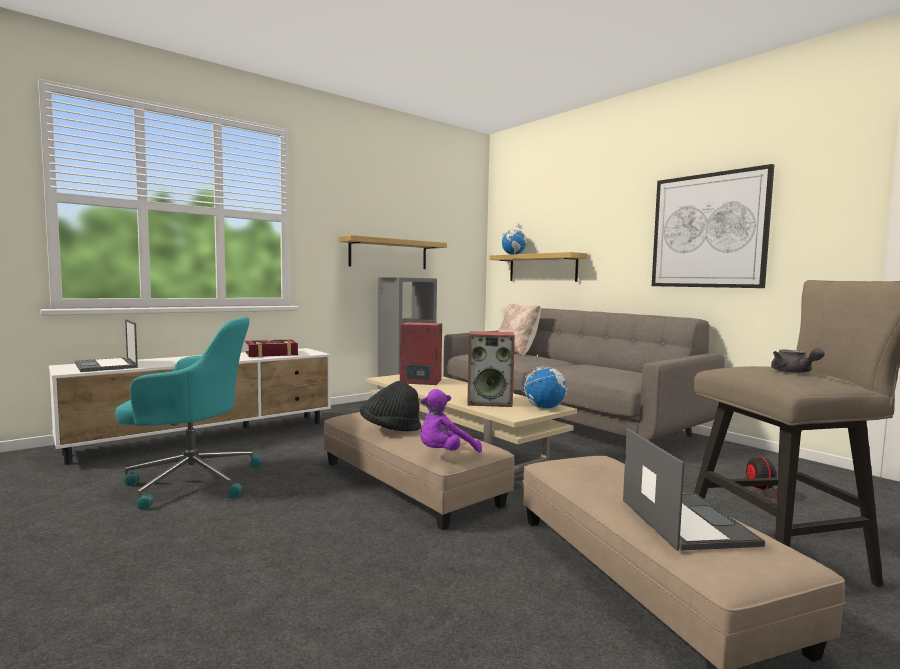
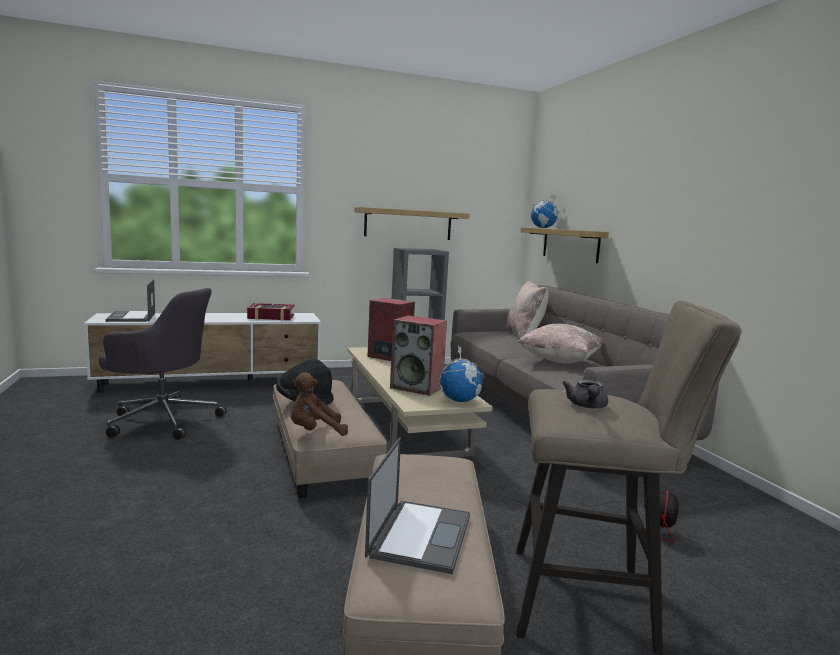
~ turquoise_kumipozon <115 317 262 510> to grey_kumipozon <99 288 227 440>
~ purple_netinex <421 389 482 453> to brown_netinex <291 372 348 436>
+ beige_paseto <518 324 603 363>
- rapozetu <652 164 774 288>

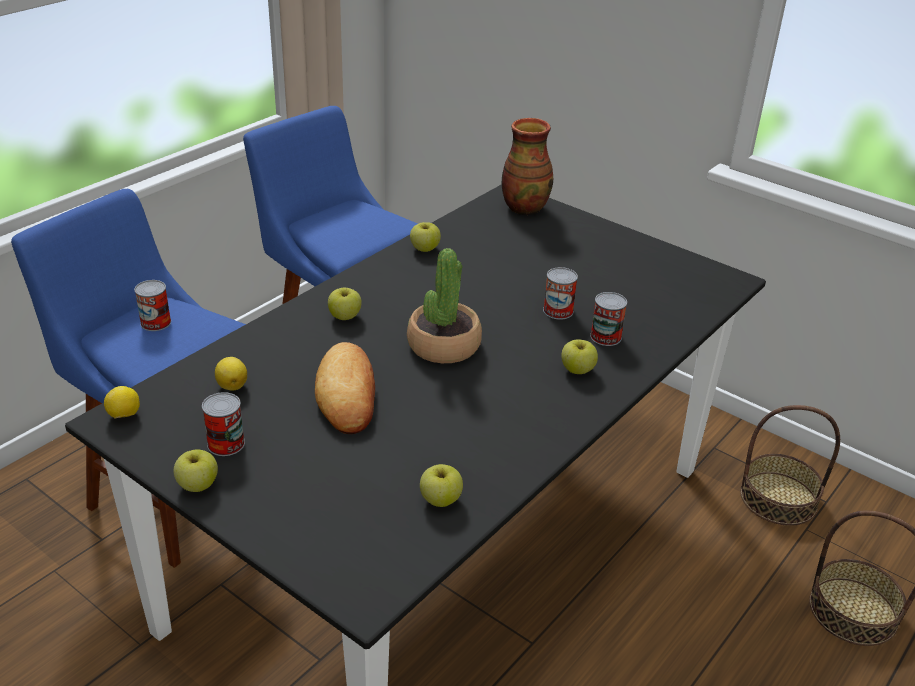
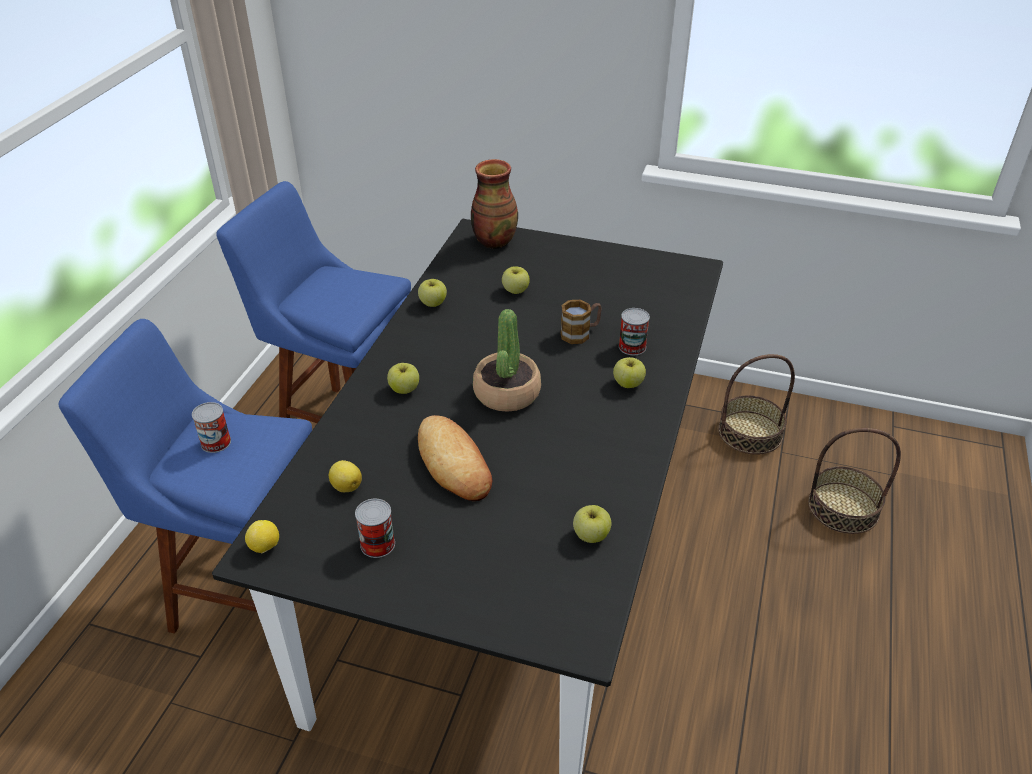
~ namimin <174 449 218 492> to <502 266 530 294>
~ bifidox <543 267 578 320> to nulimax <560 300 602 344>

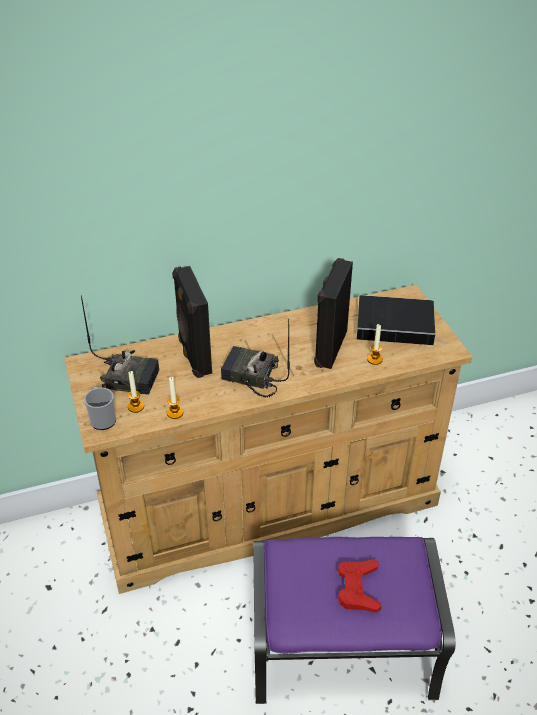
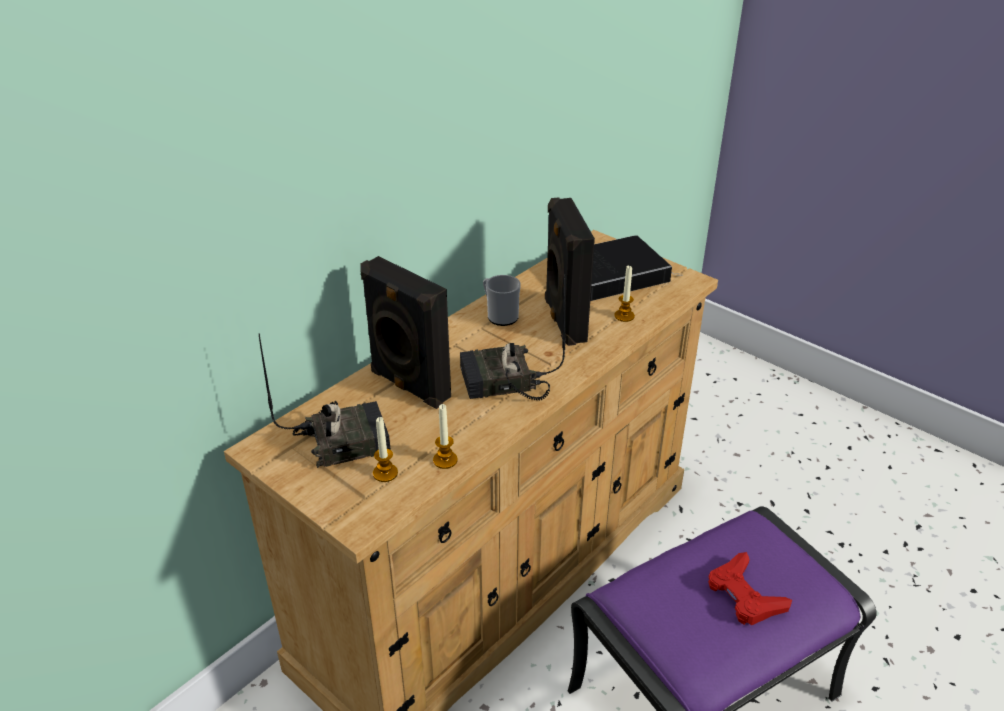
~ nulimax <84 387 116 430> to <483 275 521 326>

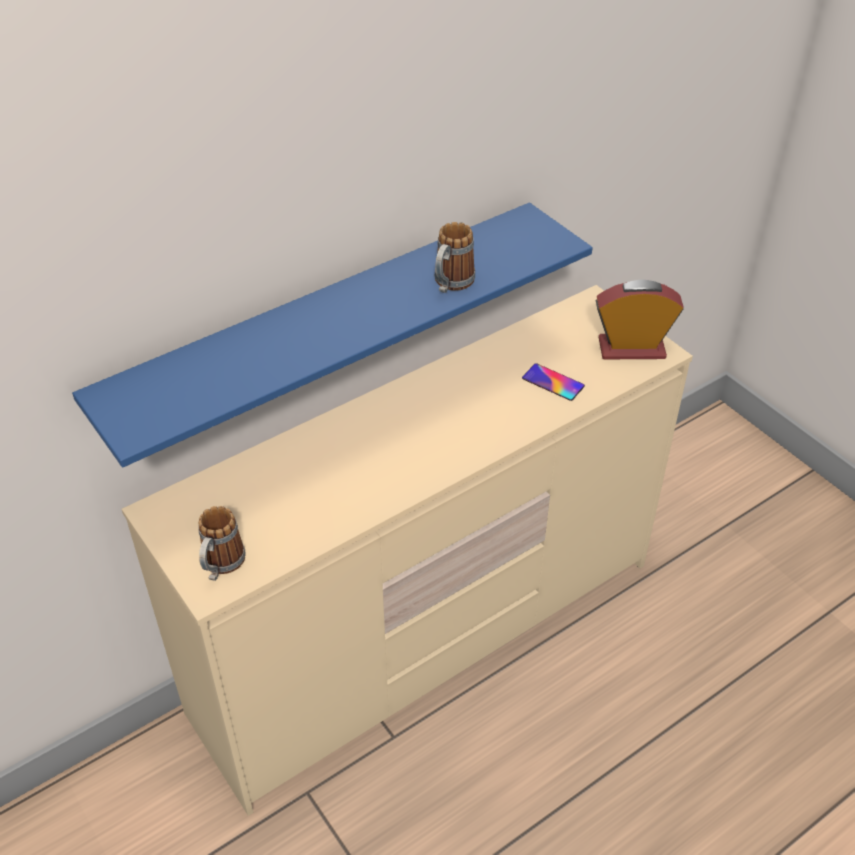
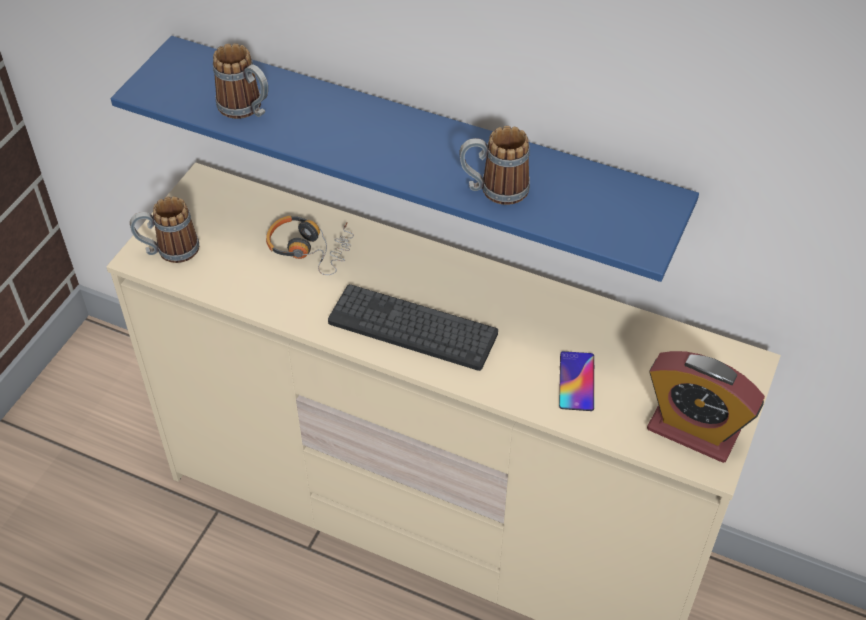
+ nulimax <213 43 268 119>
+ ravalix <266 216 354 275>
+ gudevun <328 284 498 371>
~ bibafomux <596 280 683 360> = <647 351 765 463> 150 degrees clockwise

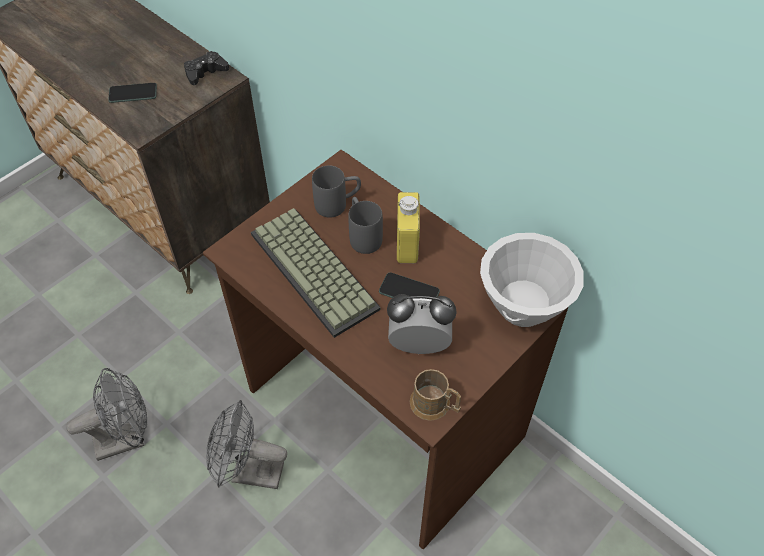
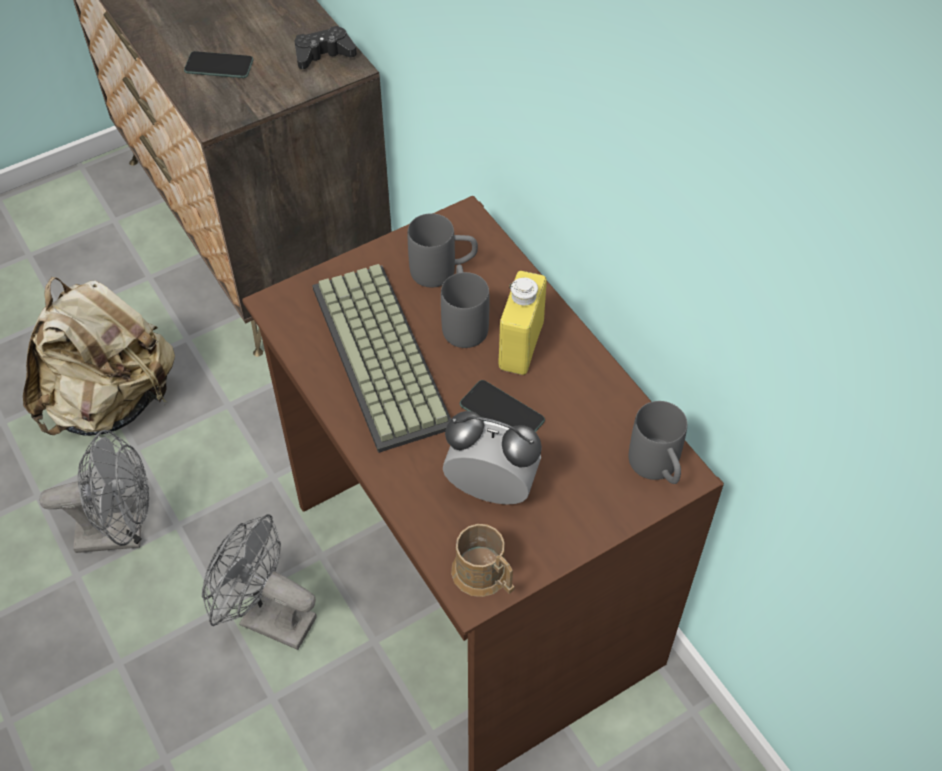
+ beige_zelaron <23 277 175 436>
~ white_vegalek <480 233 584 327> to grey_nulimax <629 401 687 484>

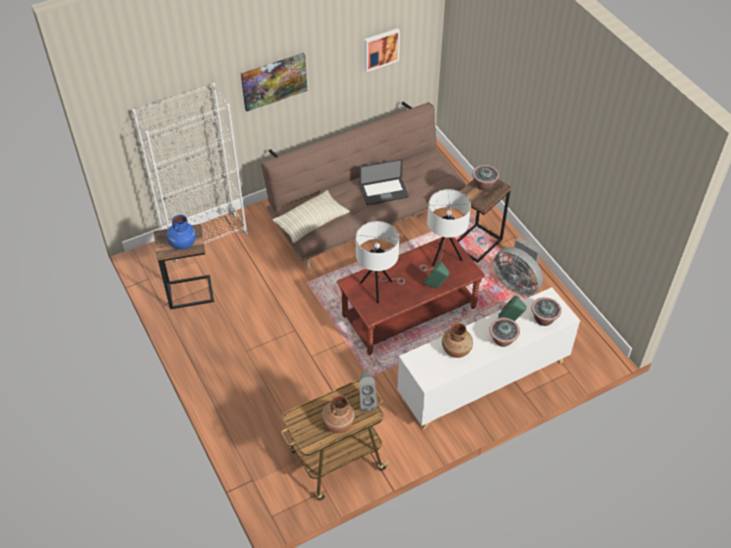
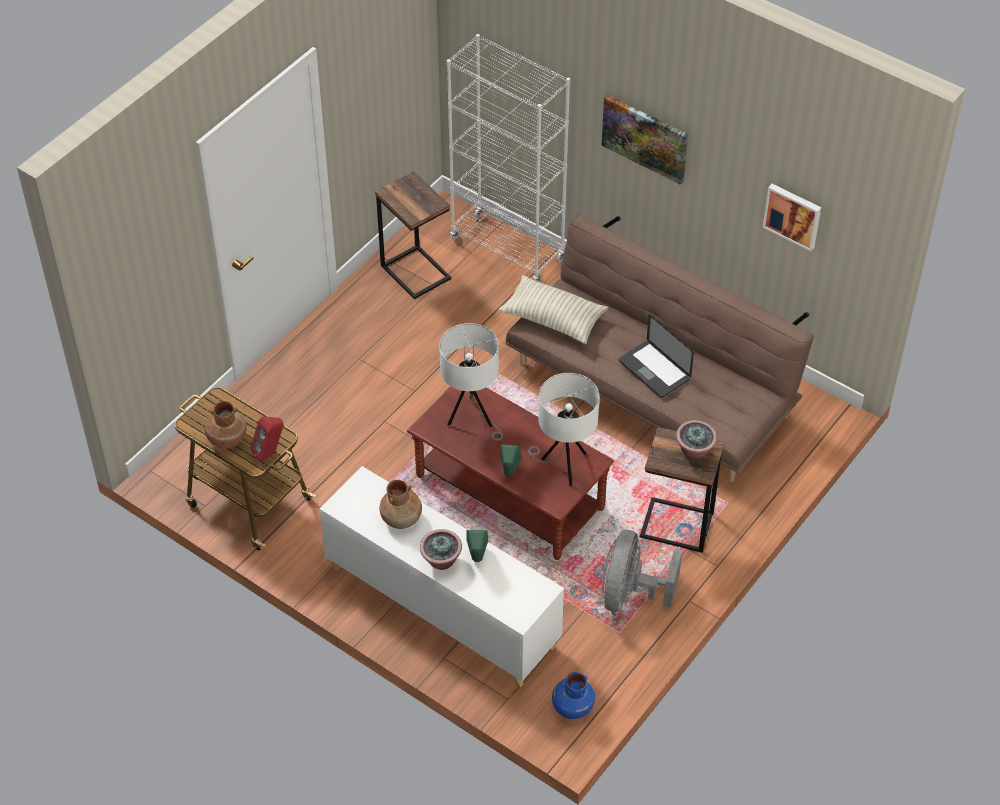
~ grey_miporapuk <359 372 377 411> to red_miporapuk <250 416 283 463>
~ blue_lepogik <167 215 196 249> to <552 672 595 719>
- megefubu <531 297 561 326>

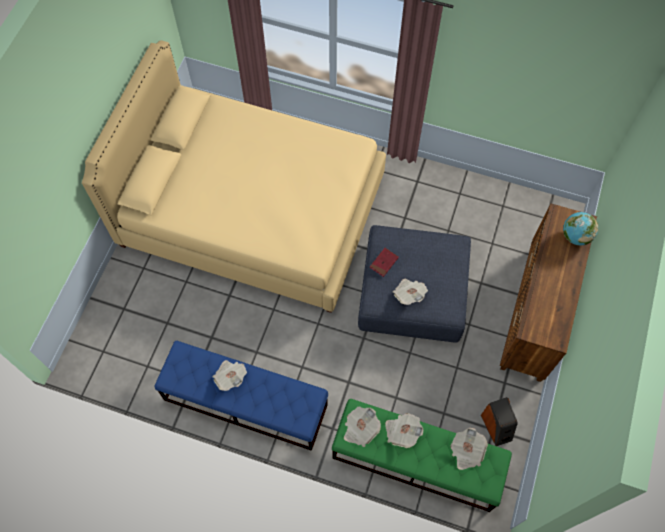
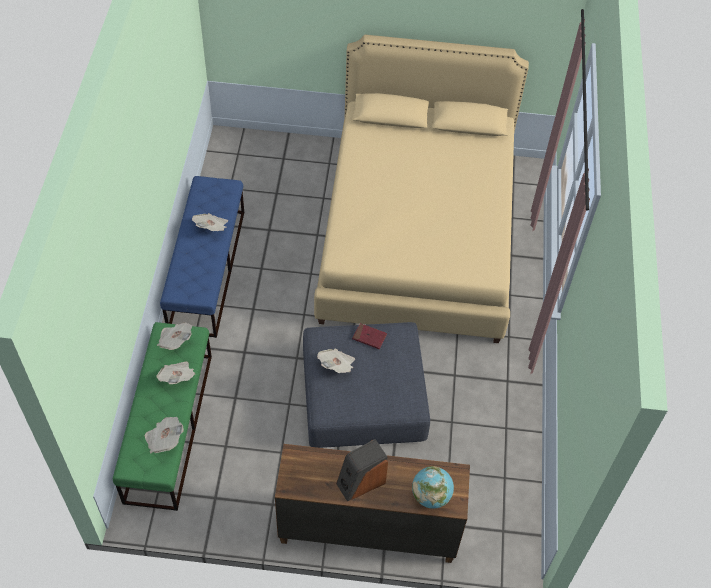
~ miporapuk <481 397 518 446> to <336 439 388 502>

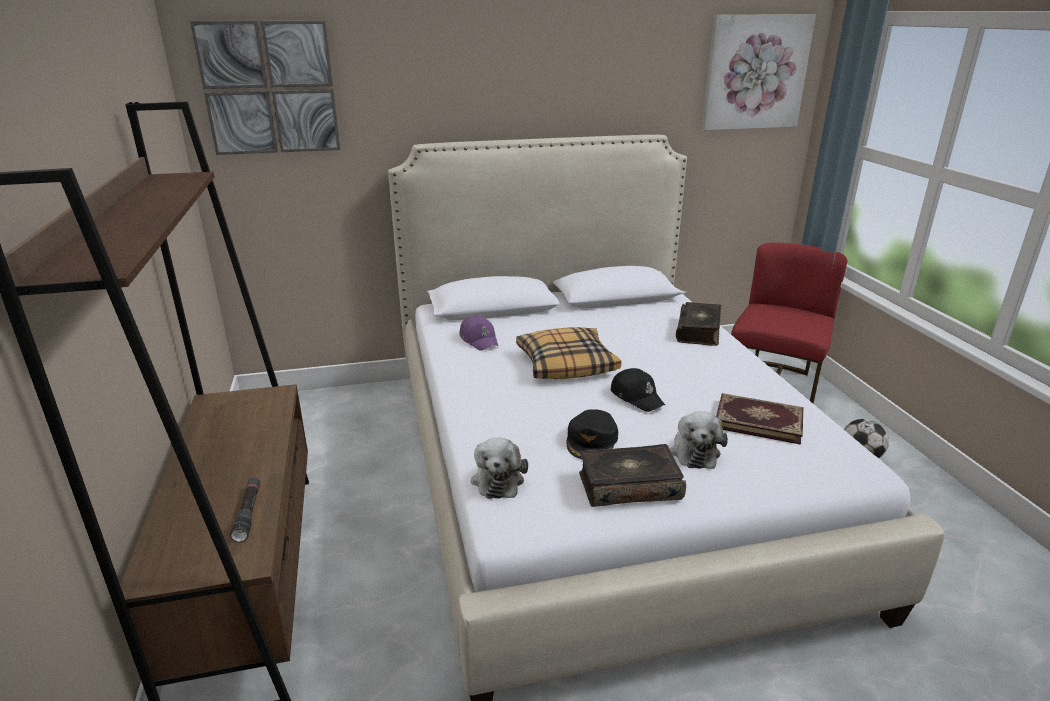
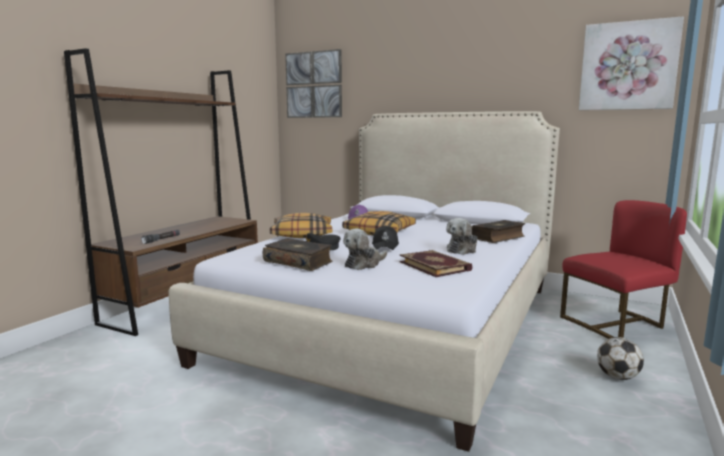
+ paseto <270 213 332 238>
~ netinex <471 437 528 499> to <446 218 478 255>

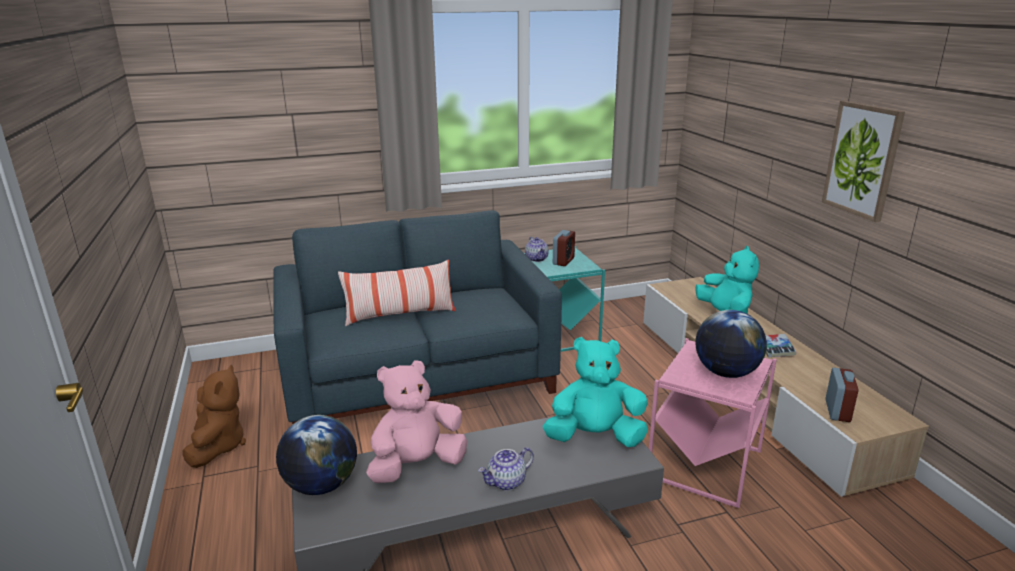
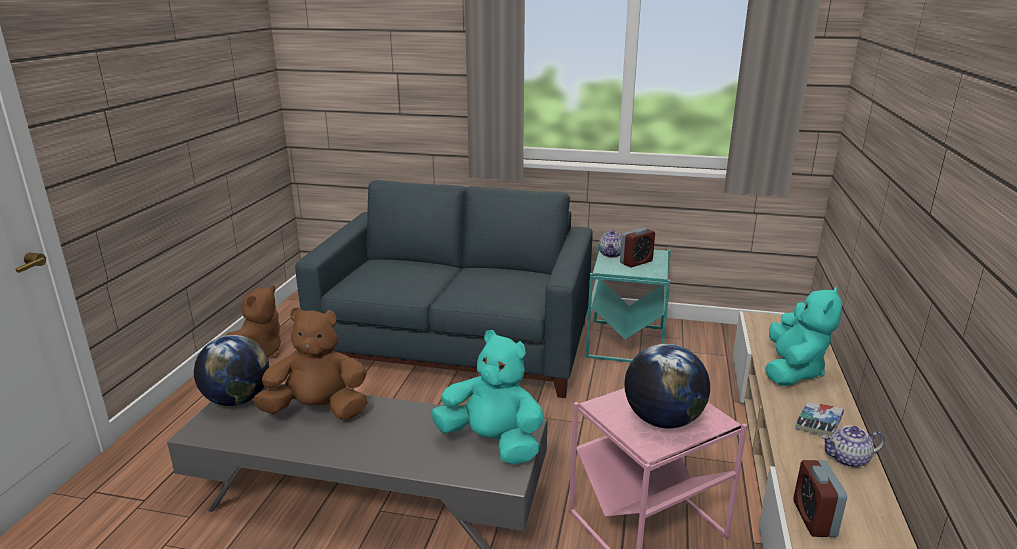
~ pink_netinex <366 360 467 483> to brown_netinex <253 307 368 420>
~ bibafomux <826 368 858 422> = <794 460 847 537> 135 degrees clockwise
~ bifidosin <478 447 534 491> to <821 426 885 468>
- paseto <338 260 456 326>
- rapozetu <822 101 905 222>

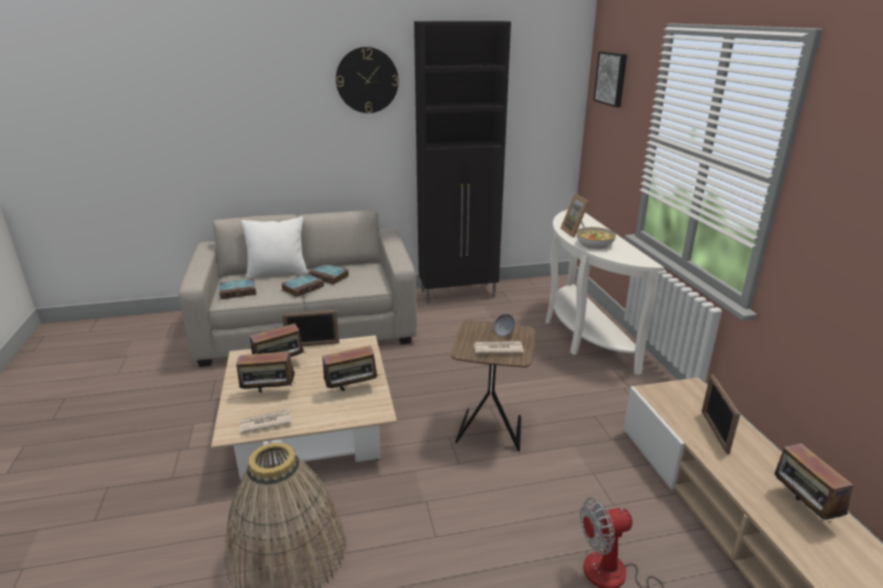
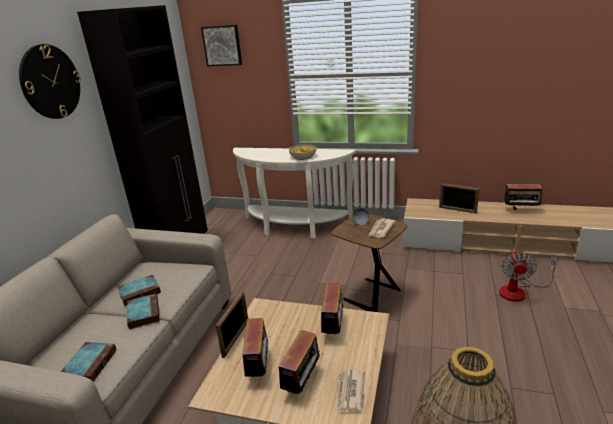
- white_paseto <241 217 308 278>
- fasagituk <560 194 589 237>

